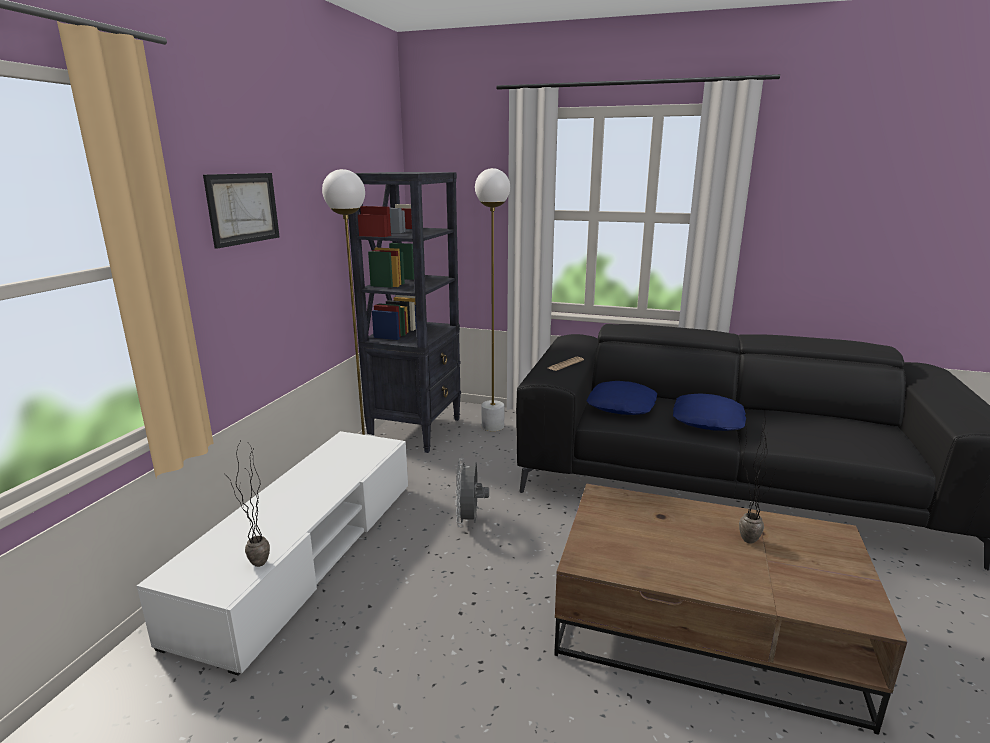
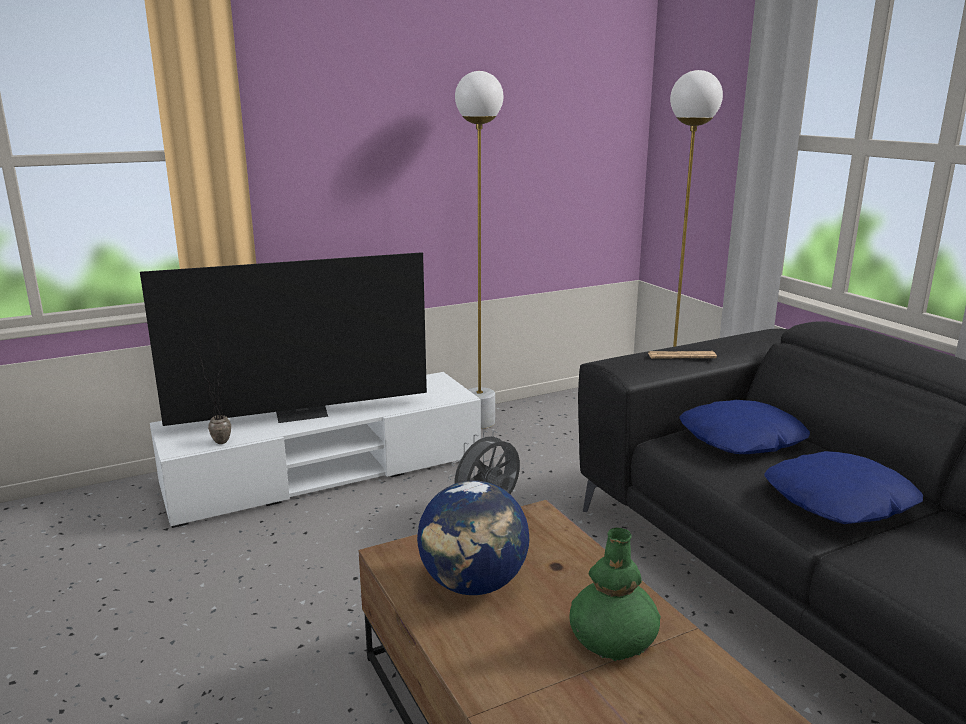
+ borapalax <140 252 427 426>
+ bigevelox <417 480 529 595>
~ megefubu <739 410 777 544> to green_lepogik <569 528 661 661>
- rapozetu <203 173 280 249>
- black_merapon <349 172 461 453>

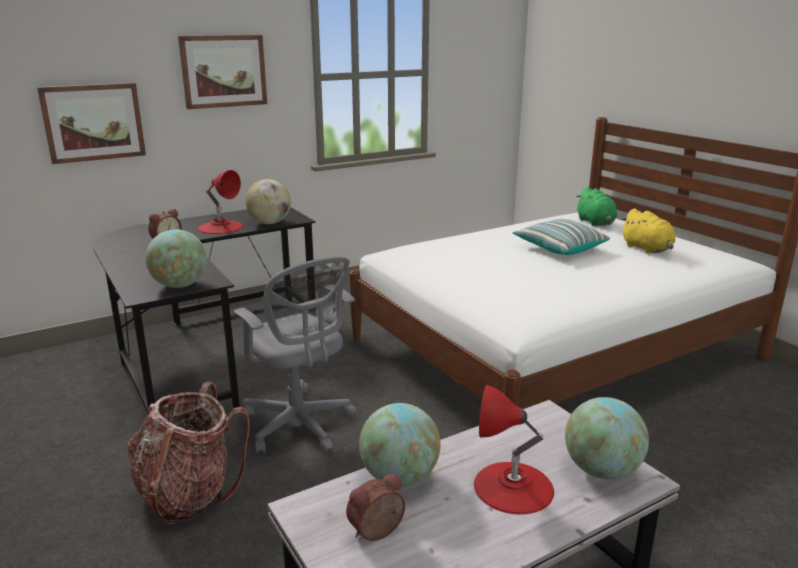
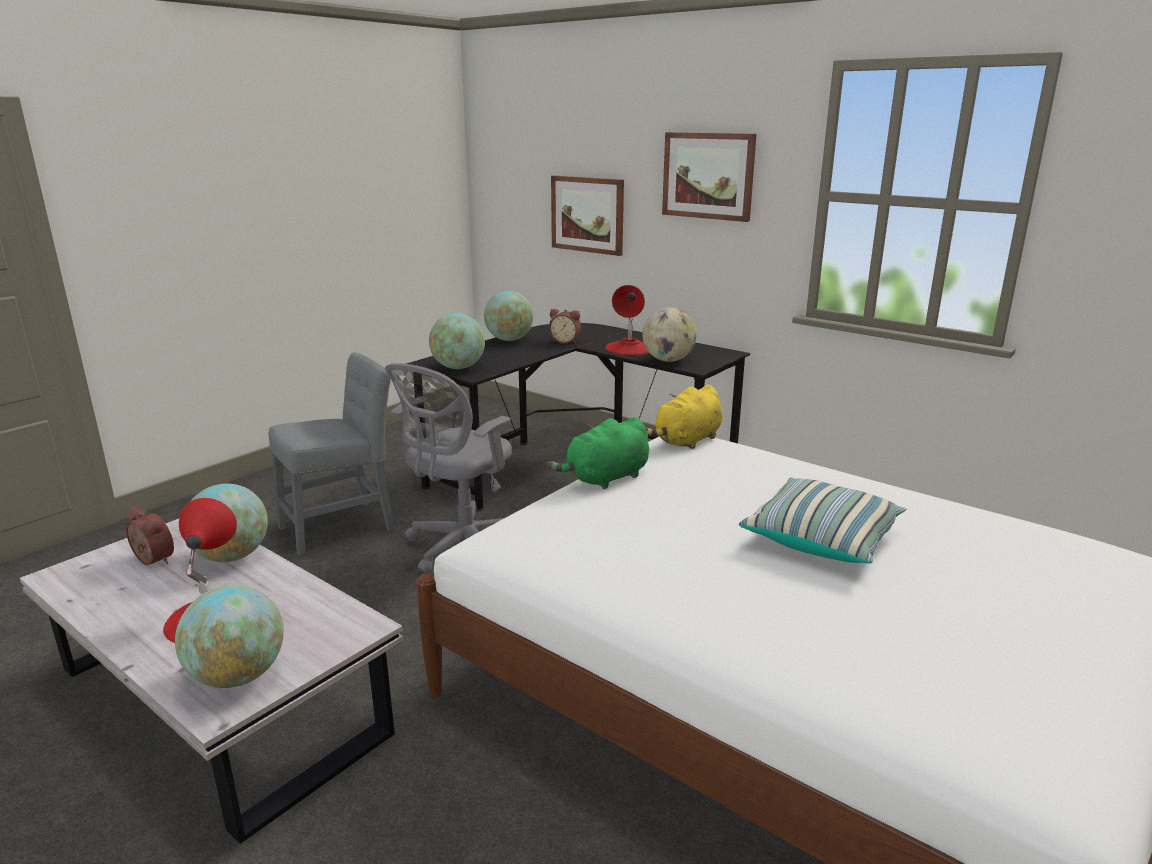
~ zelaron <127 381 250 524> to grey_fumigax <269 352 395 555>
+ bigevelox <484 291 533 341>
~ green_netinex <576 187 617 226> to <547 417 649 489>
~ yellow_netinex <621 208 675 254> to <646 385 723 449>

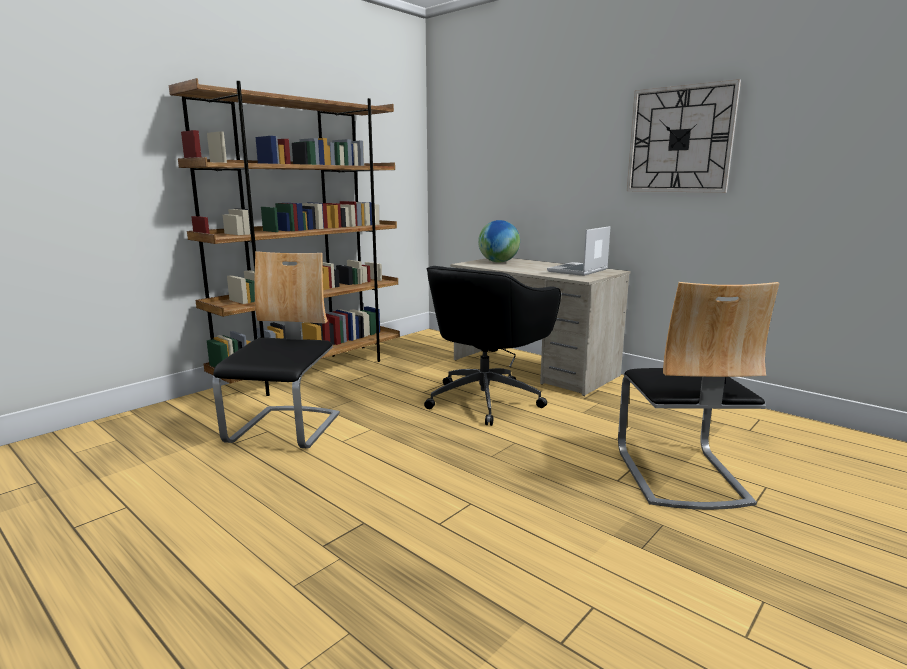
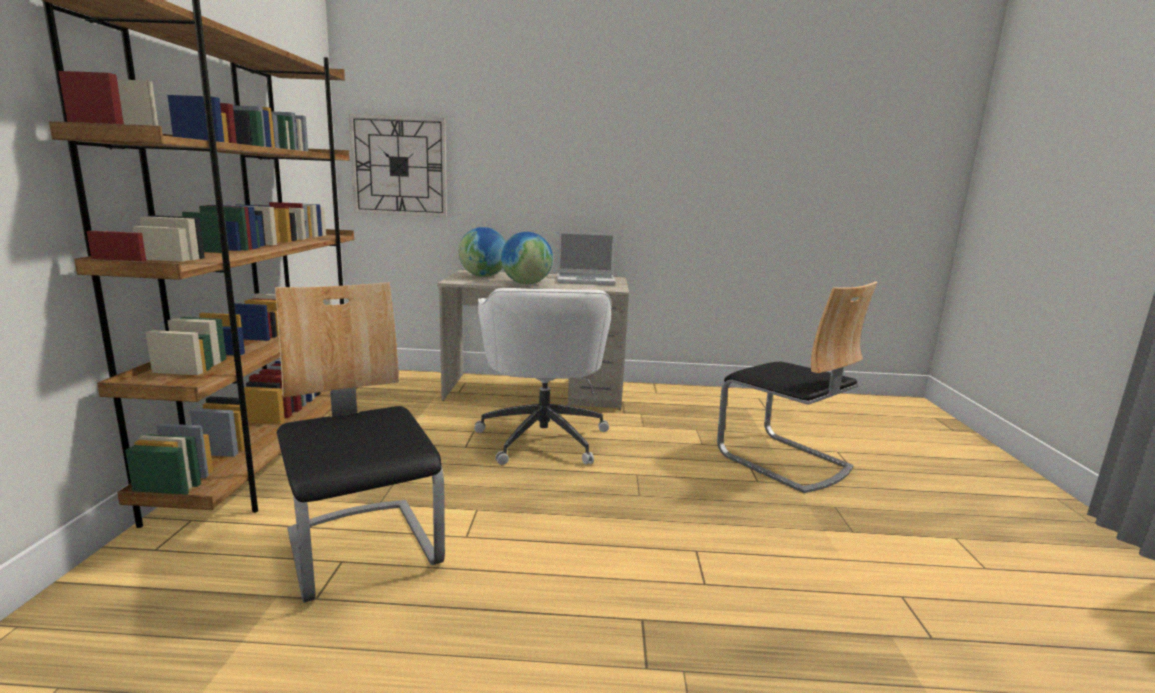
~ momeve <627 79 741 193> to <349 114 447 217>
~ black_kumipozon <424 266 561 426> to white_kumipozon <474 288 612 465>
+ bigevelox <501 232 553 284>
~ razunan <547 226 610 276> = <557 232 616 285> 90 degrees counterclockwise

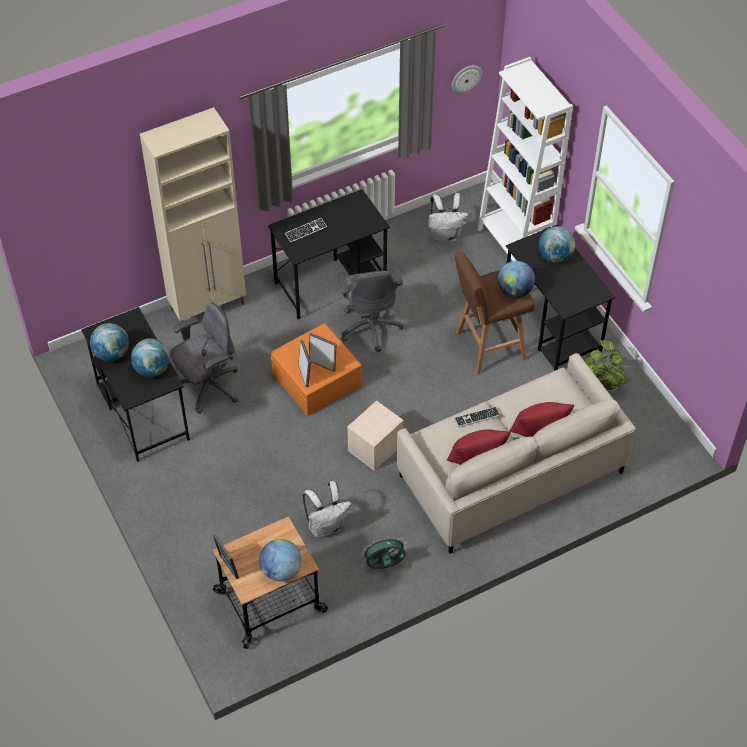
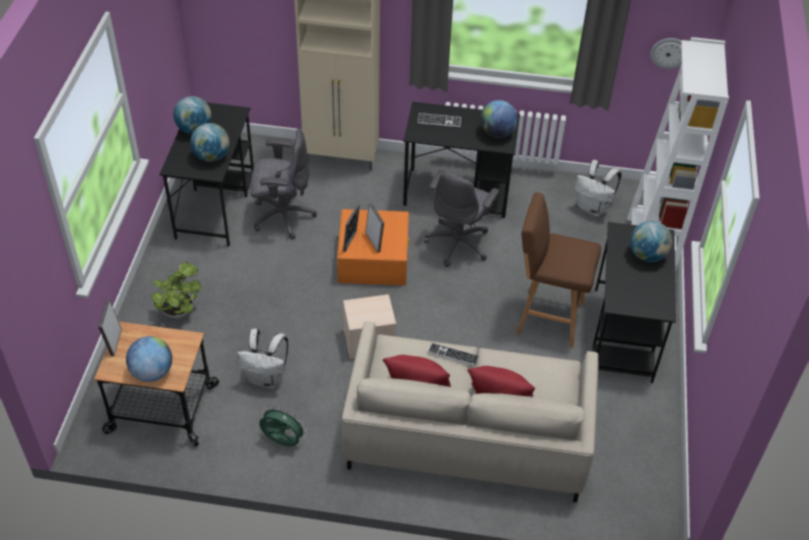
~ megefubu <586 340 629 392> to <152 262 201 319>
~ bigevelox <498 261 535 298> to <480 100 517 138>

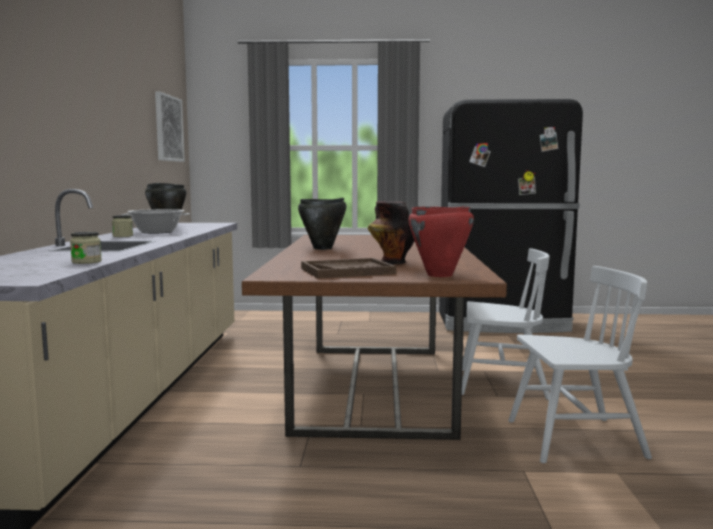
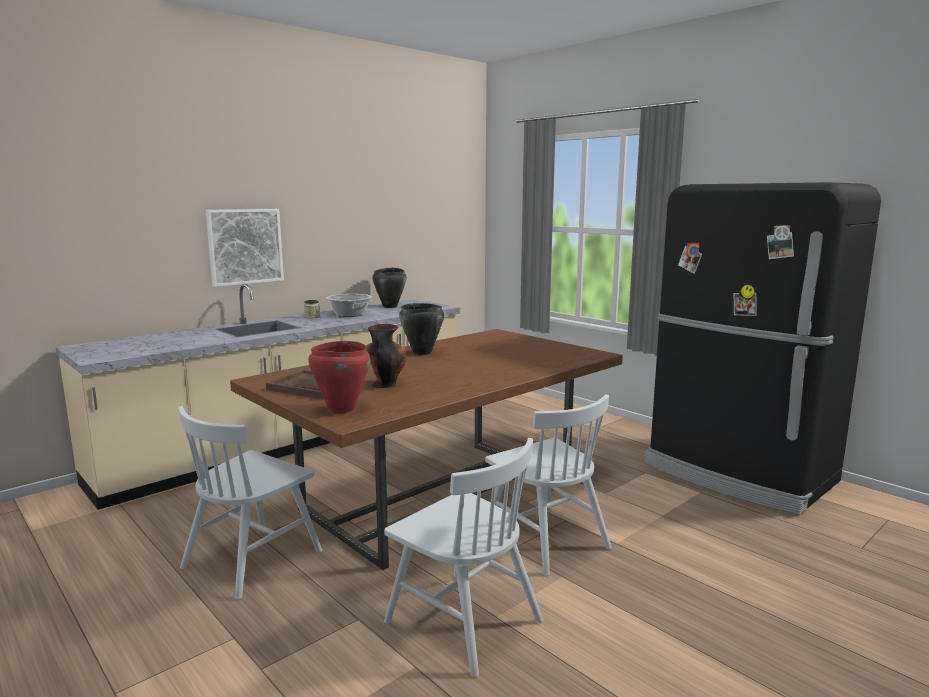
+ white_fumigax <178 406 322 599>
~ rapozetu <155 91 185 162> to <206 209 284 287>
- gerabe <70 232 102 264>

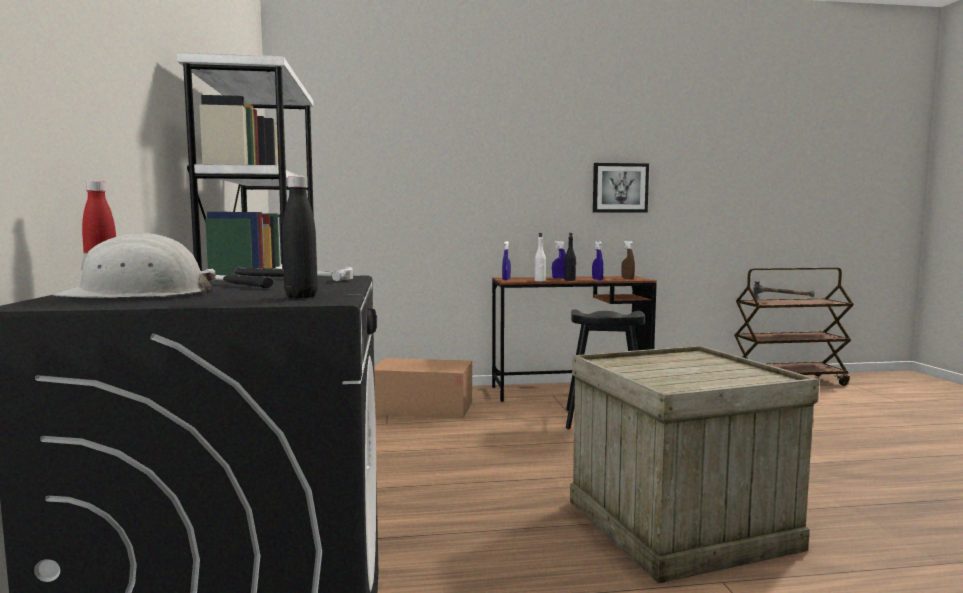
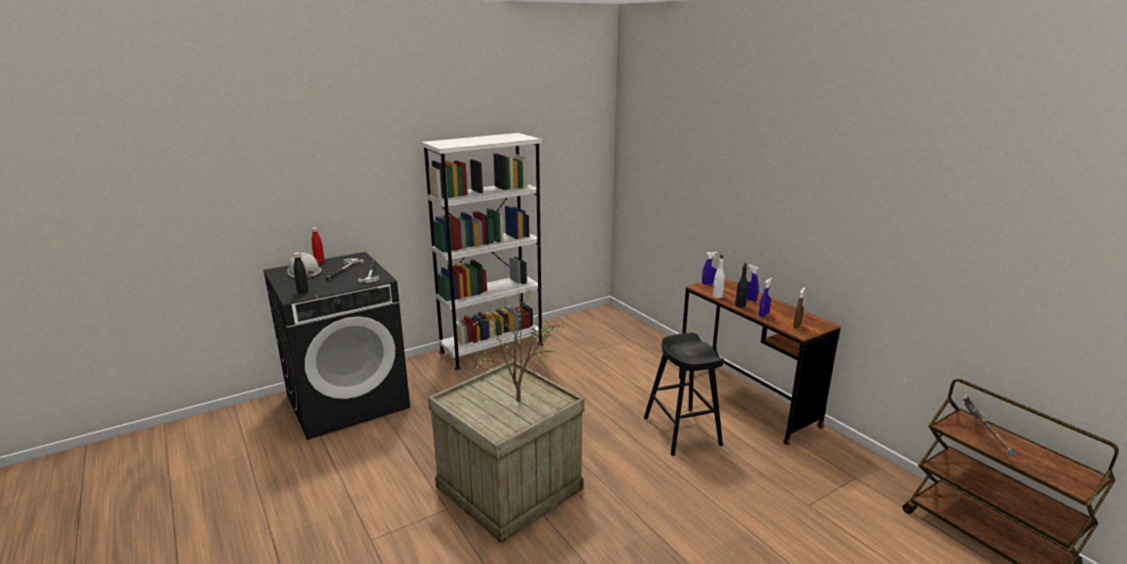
+ megefubu <473 290 566 403>
- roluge <374 358 472 419>
- rapozetu <593 163 649 213>

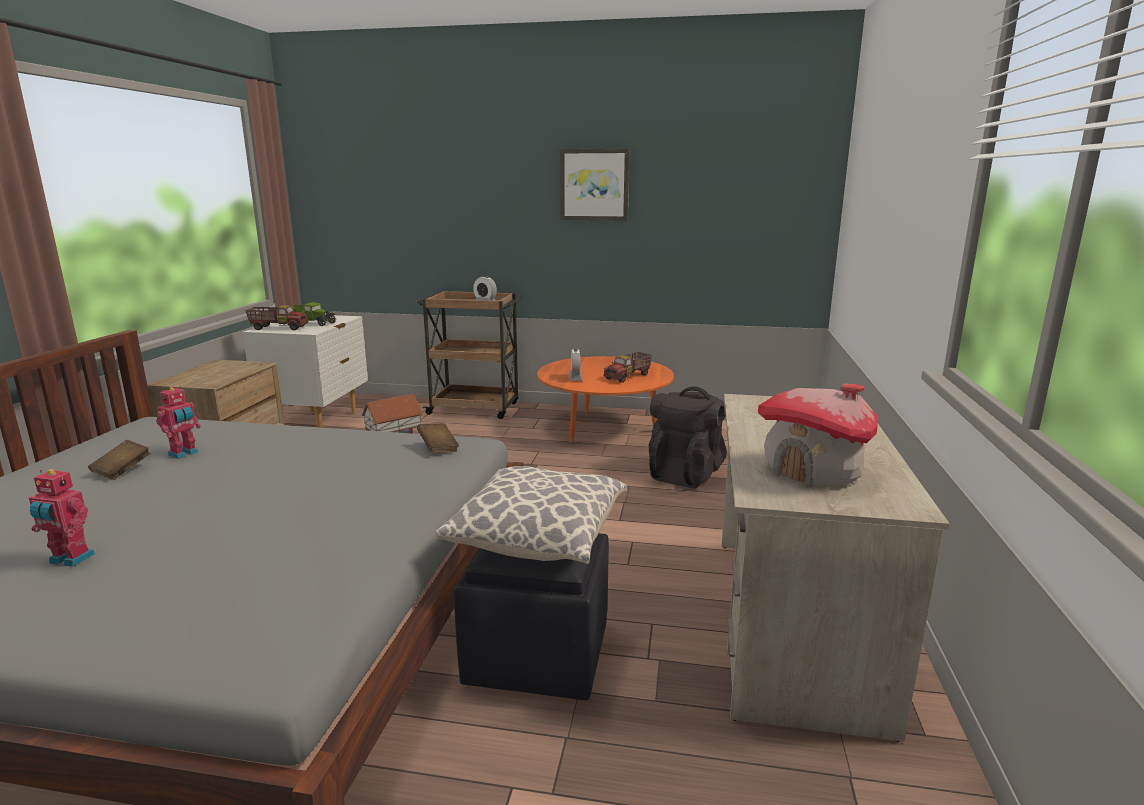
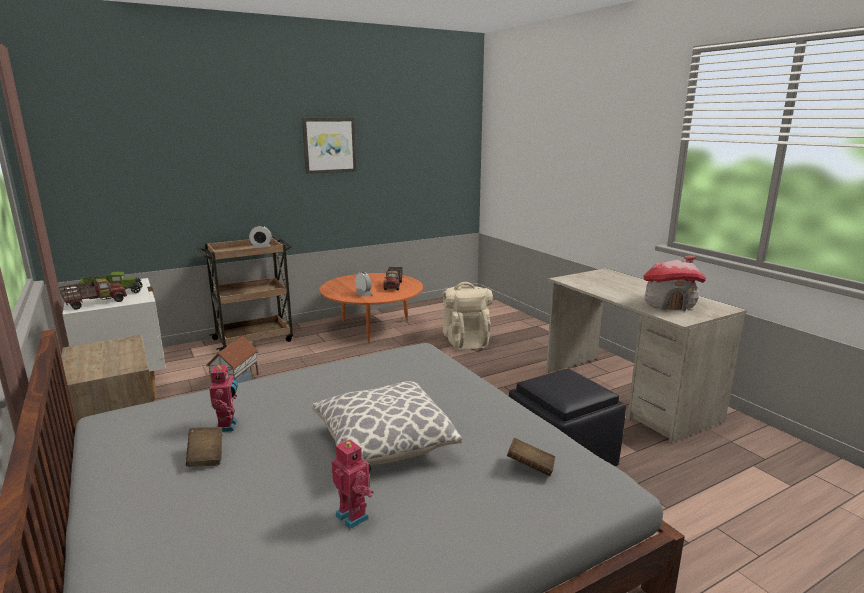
~ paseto <436 466 627 564> to <312 381 463 465>
~ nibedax <29 469 96 567> = <332 439 374 529> 105 degrees counterclockwise
~ black_zelaron <649 386 727 488> to beige_zelaron <443 282 493 350>
~ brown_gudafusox <417 423 459 453> to <507 438 555 476>

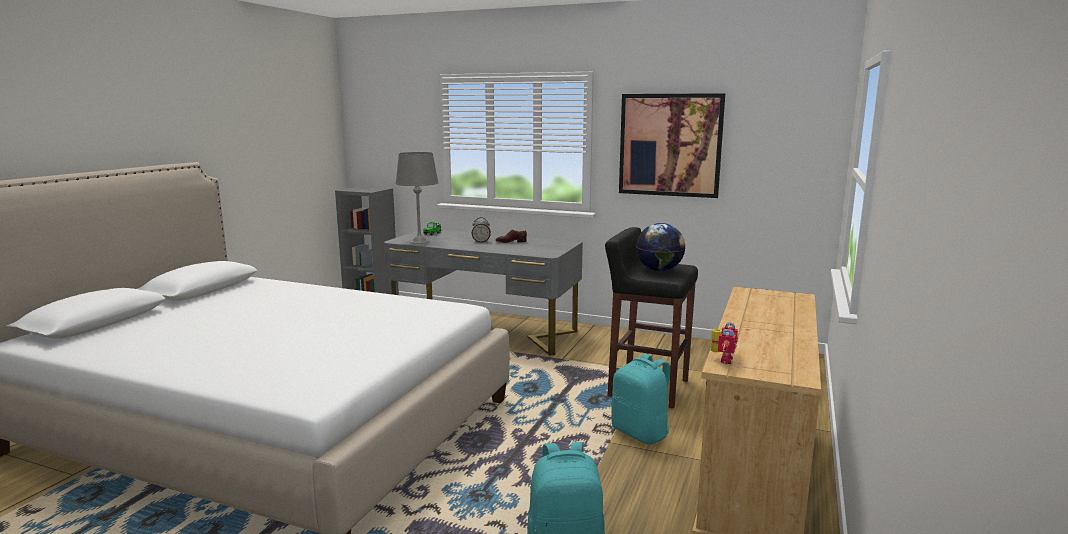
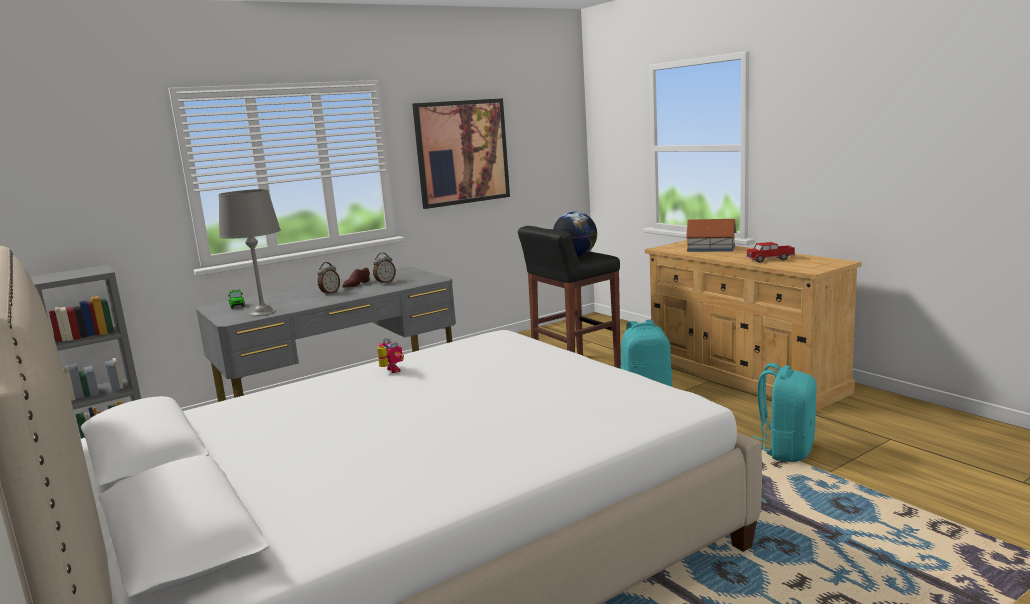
+ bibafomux <373 253 396 284>
~ nibedax <711 322 738 364> to <377 338 404 373>
+ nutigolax <686 219 737 252>
+ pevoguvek <746 242 796 263>

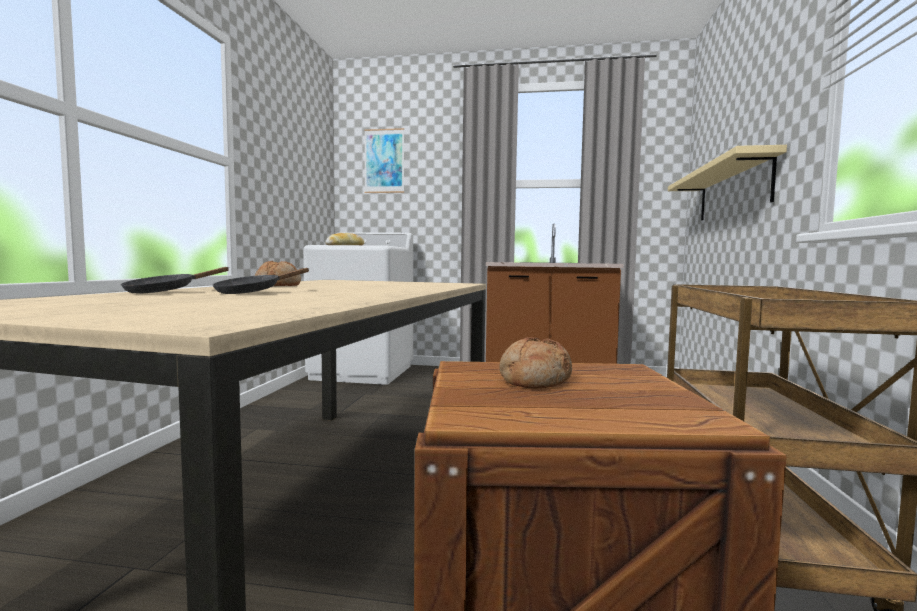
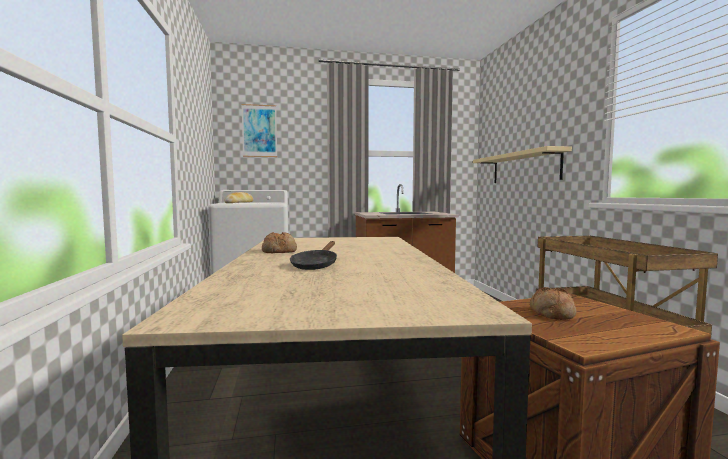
- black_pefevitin <121 267 229 293>

